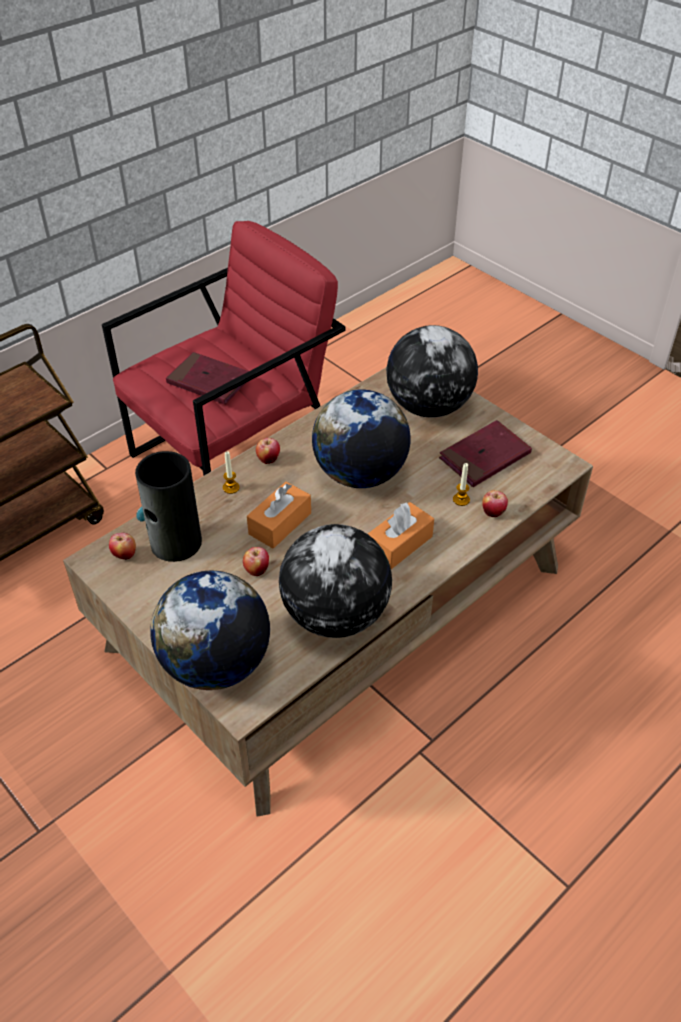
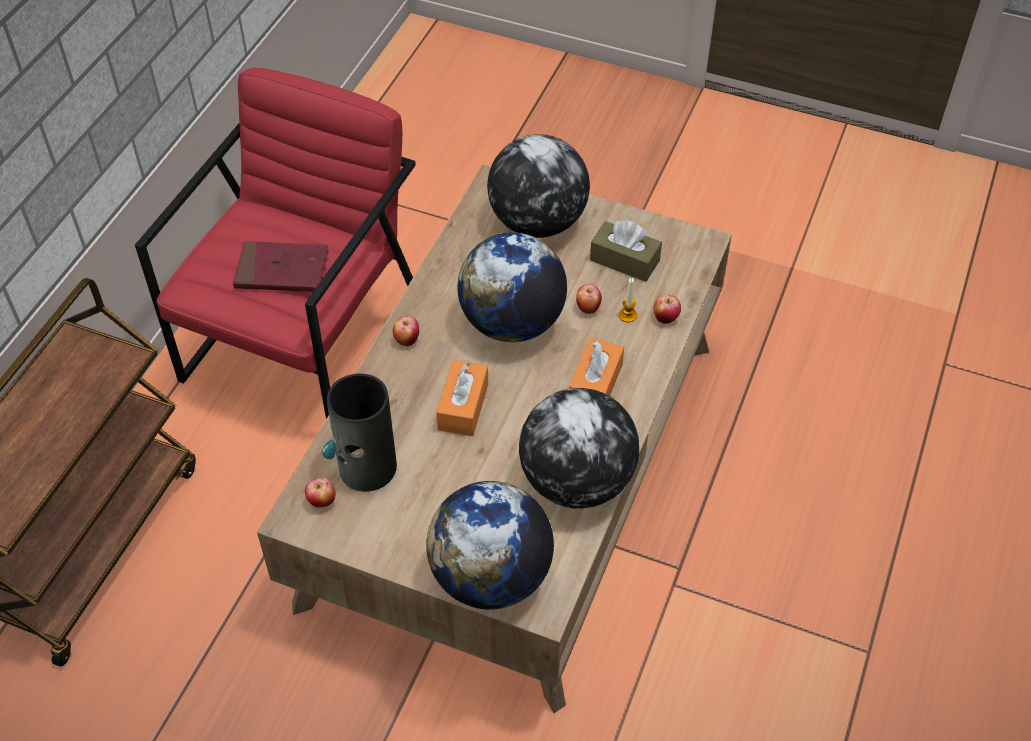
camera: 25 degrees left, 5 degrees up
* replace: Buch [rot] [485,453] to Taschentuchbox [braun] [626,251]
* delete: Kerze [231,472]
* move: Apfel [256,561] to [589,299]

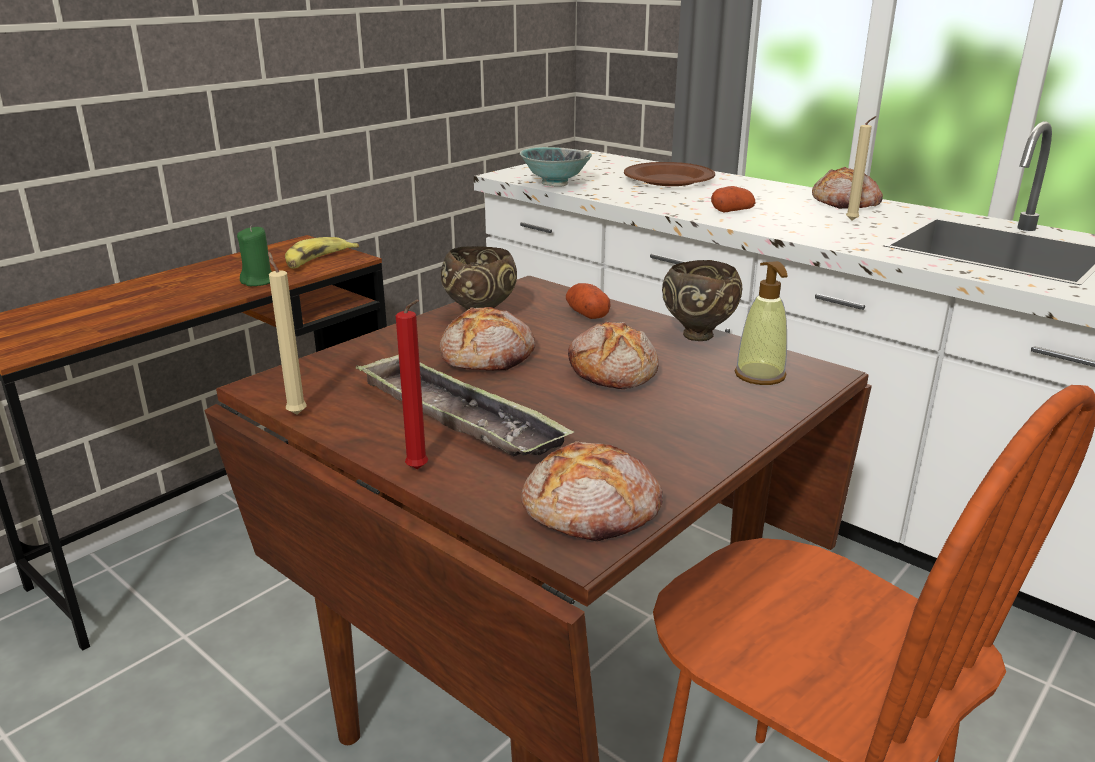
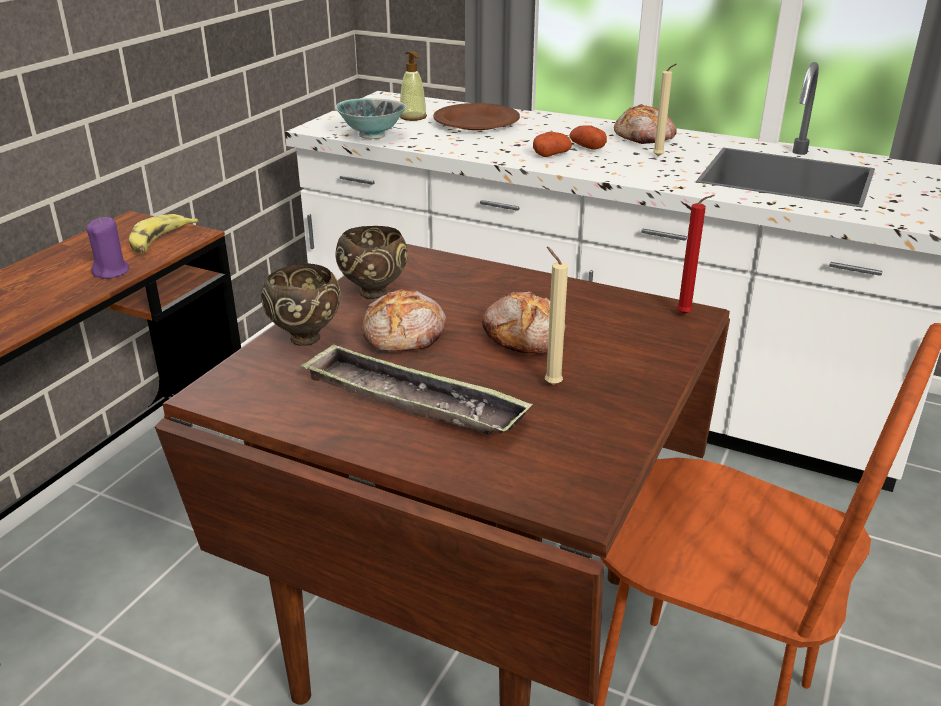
camera: 15 degrees left, 5 degrees up
* recolor: Kerze [grün] [254,256] to Kerze [lila] [108,248]
* move: Kerze [beige] [287,333] to [556,315]
* move: Schüssel [braun] [702,300] to [301,304]
* move: Seifenspender [761,323] to [413,86]
* move: Kartoffel [588,301] to [588,137]
* move: Kerze [rot] [412,384] to [696,254]
* delete: Brot [592,491]

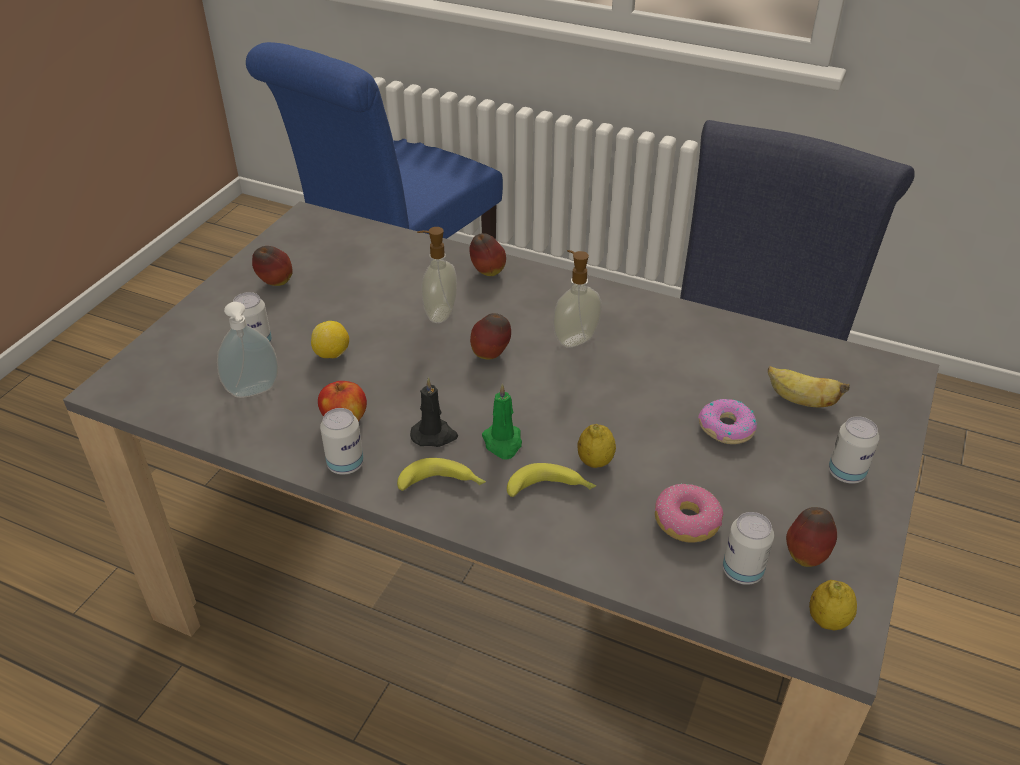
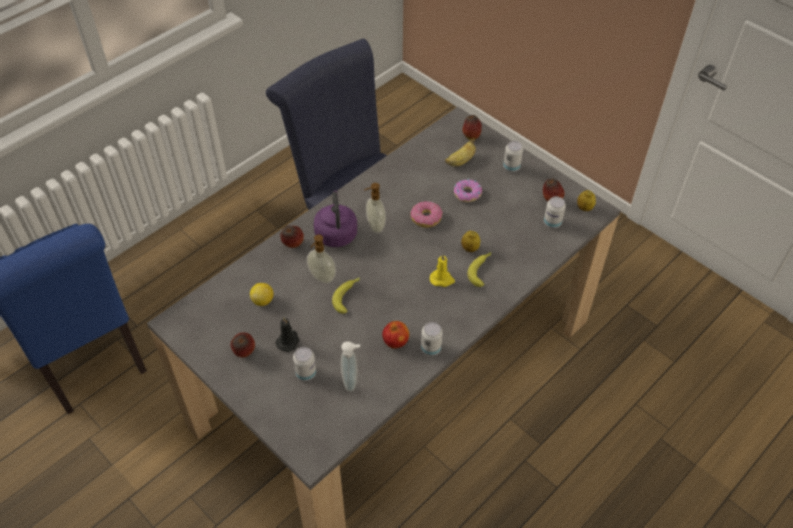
camera: 70 degrees left, 10 degrees up
* move: Apfel [490,336] to [472,127]
* move: Zitrone [330,339] to [262,294]
* move: Kerze [schwarz] [434,412] to [288,335]
* recolor: Kerze [grün] [502,421] to Kerze [gelb] [442,270]
* move: Banane [441,474] to [346,295]
* move: Donut [689,513] to [427,214]
* insert: Wasserkessel [lila] [335,218]

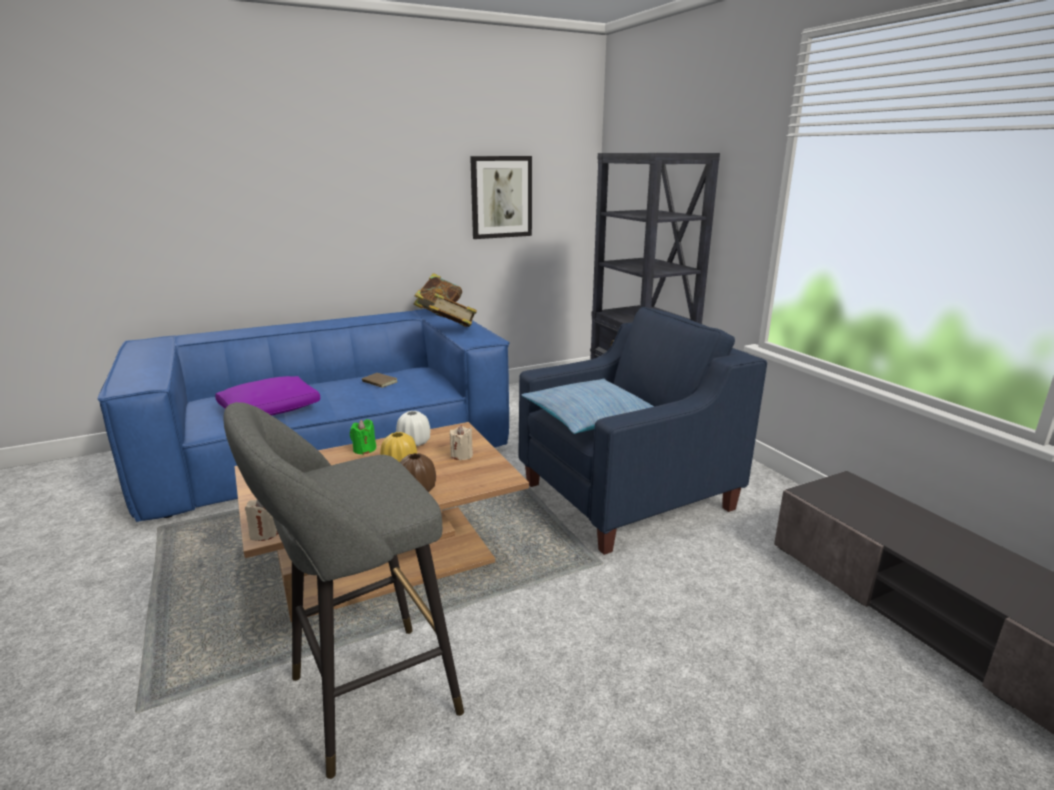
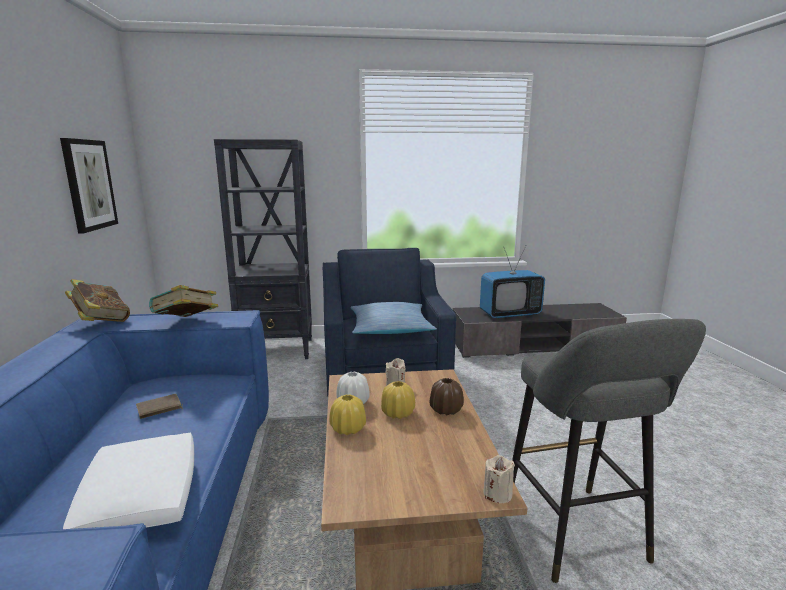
camera: 70 degrees left, 5 degrees down
* recolor: Kissen [lila] [267,396] to Kissen [weiß] [128,481]
* replace: Kerze [grün] [363,437] to Vase [gelb] [347,414]
* insert: Fernseher [512,282]

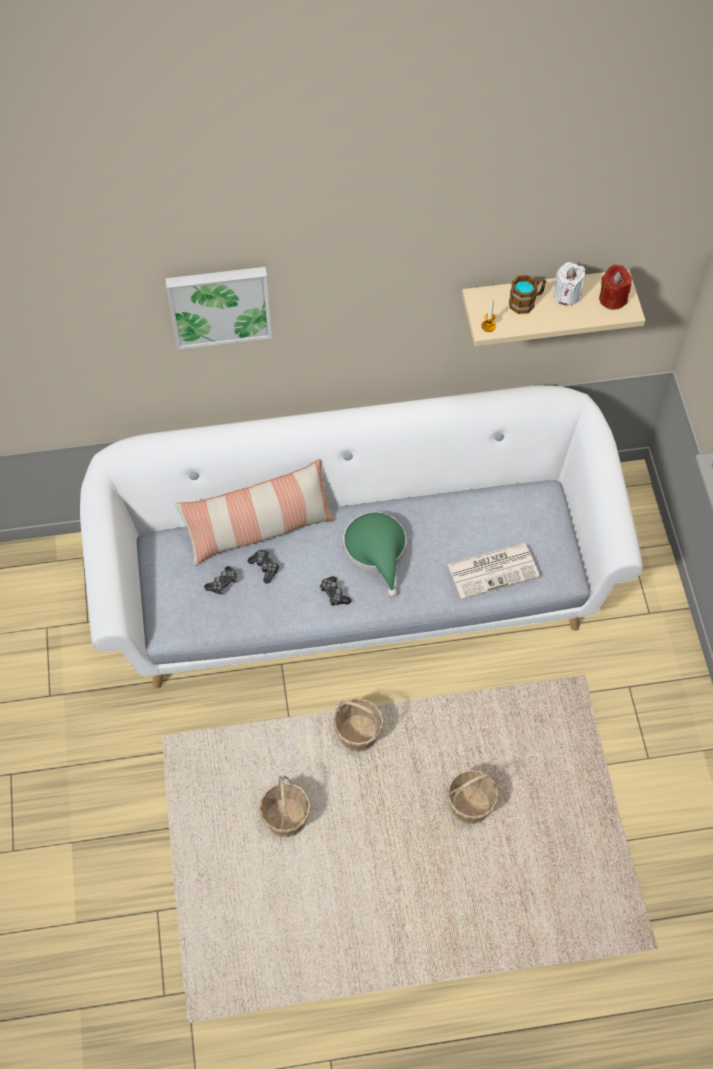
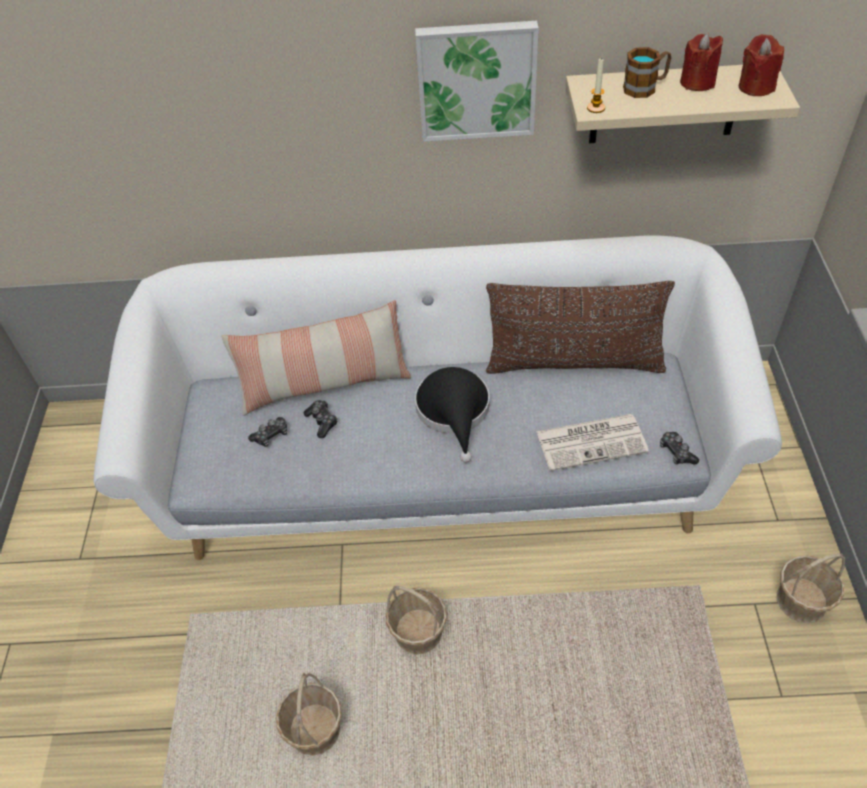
camera: 10 degrees right, 10 degrees down
* recolor: Kerze [weiß] [569,283] to Kerze [rot] [701,62]
* move: Bild [219,308] to [477,81]
* recolor: Hut [grün] [374,554] to Hut [schwarz] [452,415]
* move: Gamepad [335,591] to [679,448]
* move: Korb [472,797] to [811,588]
* insert: Kissen [braun] [580,327]

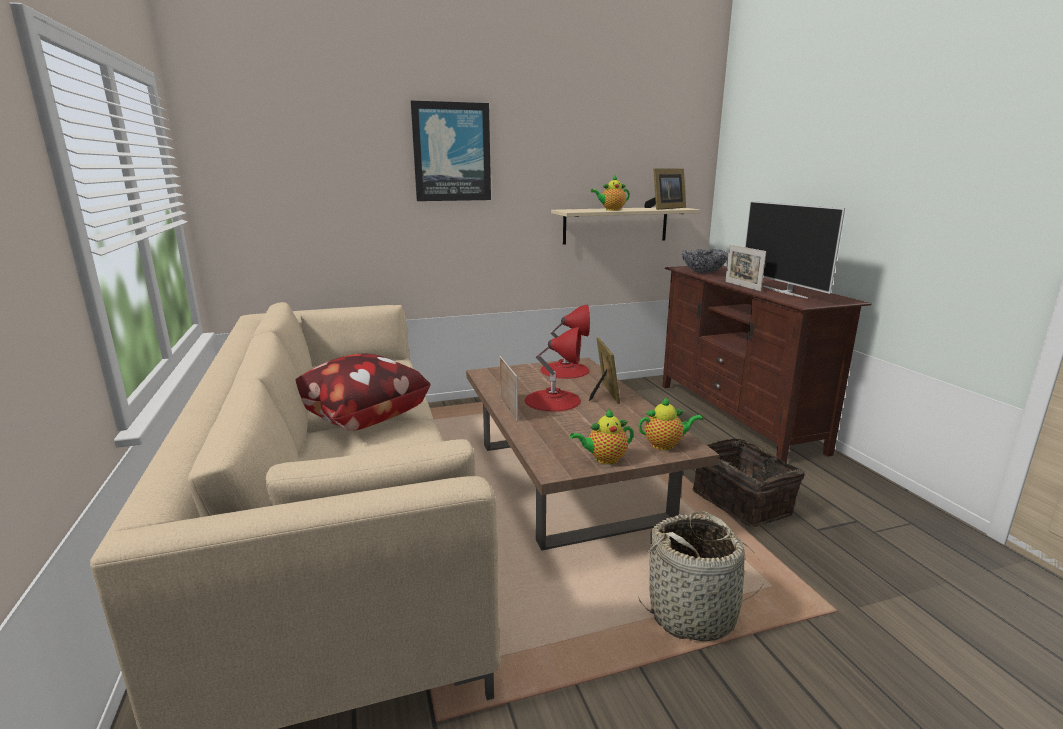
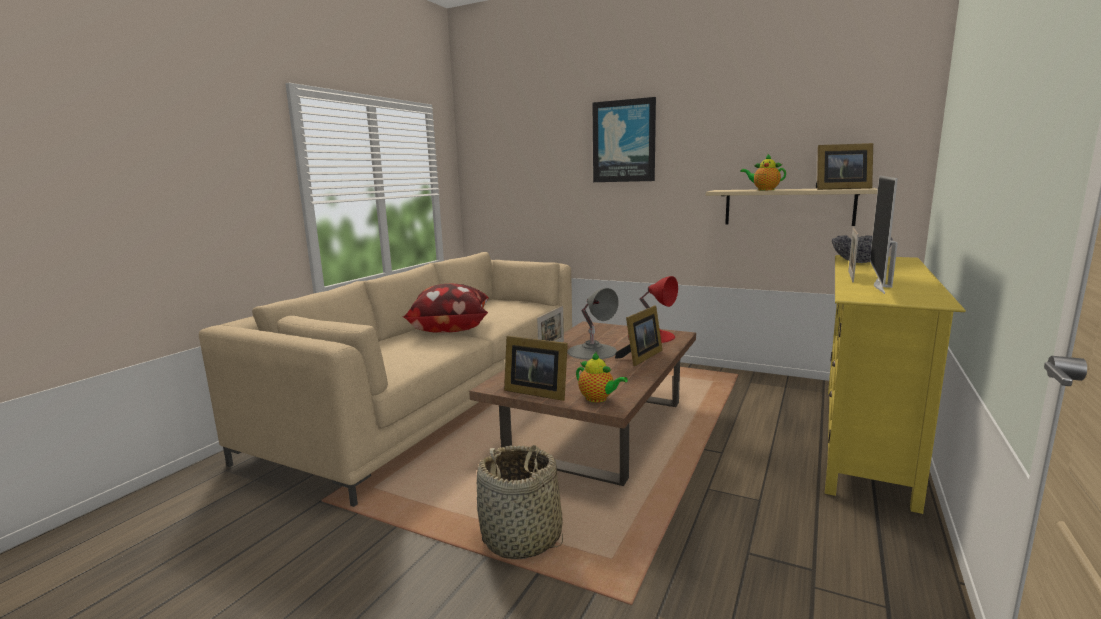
camera: 45 degrees right, 5 degrees down
* recolor: Fernsehschrank [braun] [767,364] to Fernsehschrank [gelb] [895,384]
* recolor: Tischlampe [rot] [553,369] to Tischlampe [grau] [593,324]
* replace: Teekanne [602,436] to Bilderrahmen [536,368]
* delete: Korb [748,482]

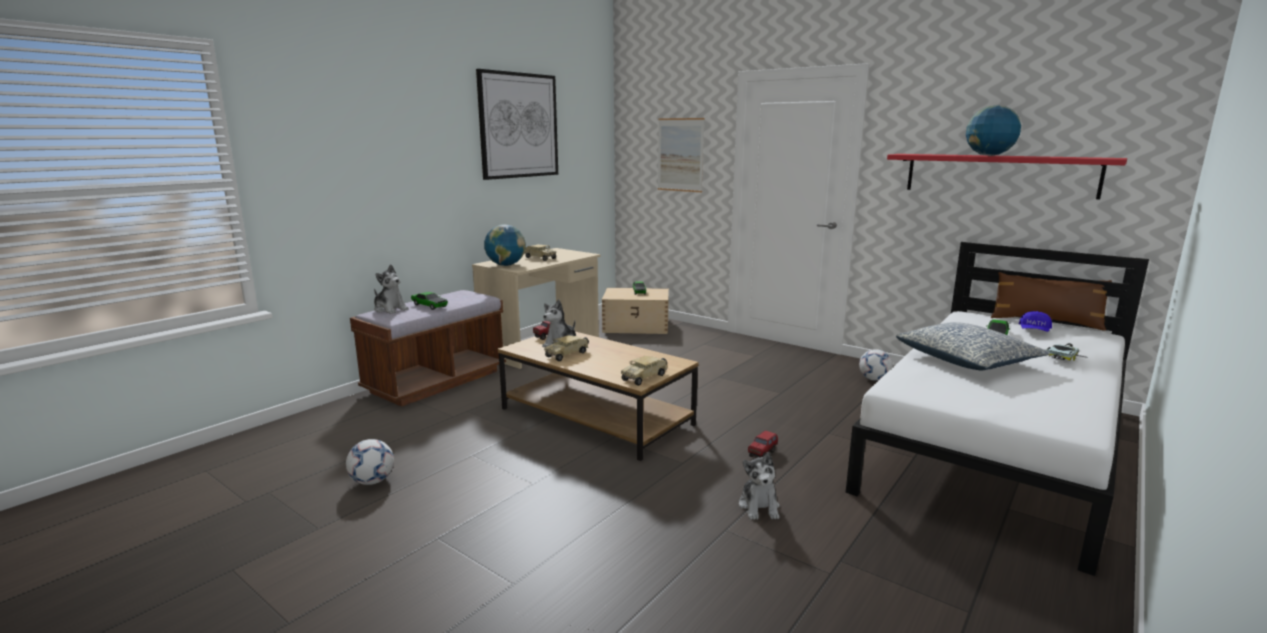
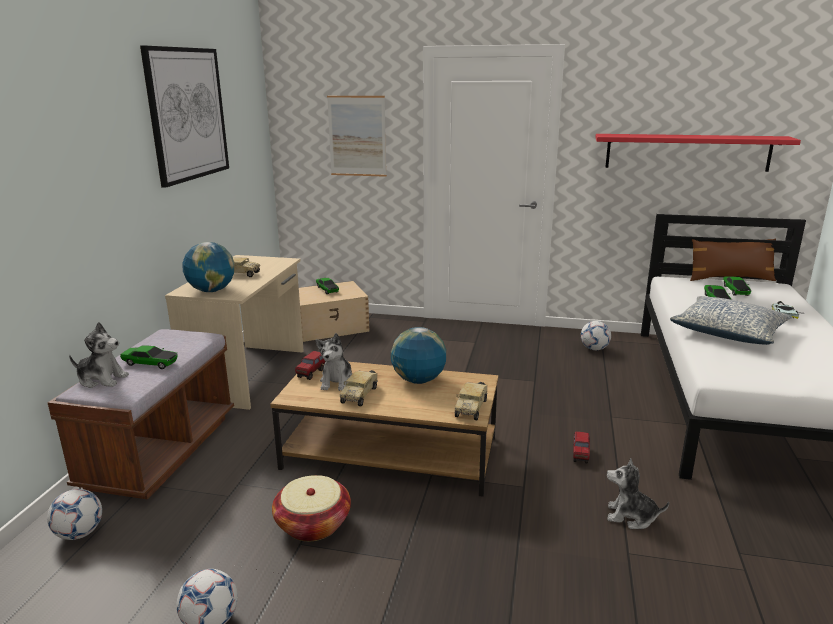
camera: 25 degrees left, 5 degrees up
* move: Globus [993,130] to [418,355]
* replace: Kappe [blau] [1035,321] to Spielzeugauto [737,286]
* rotate: Plüschtier [759,486] = [638,493] 135 degrees clockwise
* insert: Korb [311,508]
* insert: Fußball [74,514]

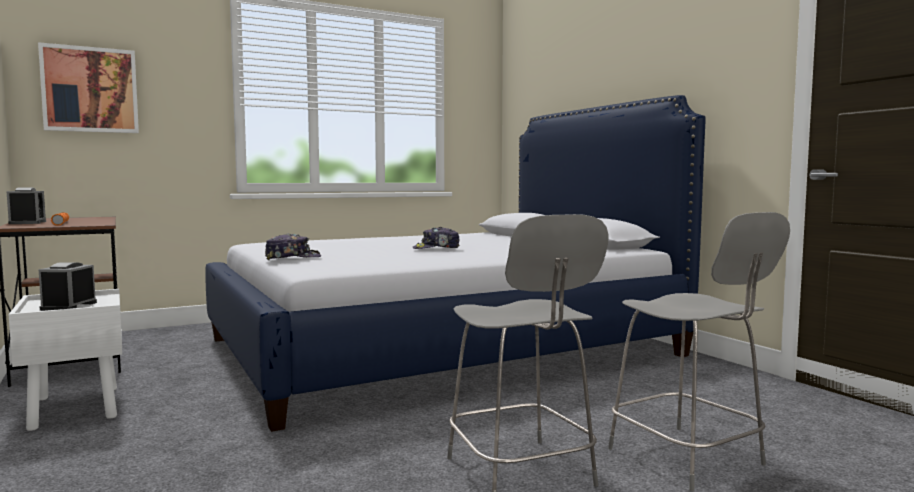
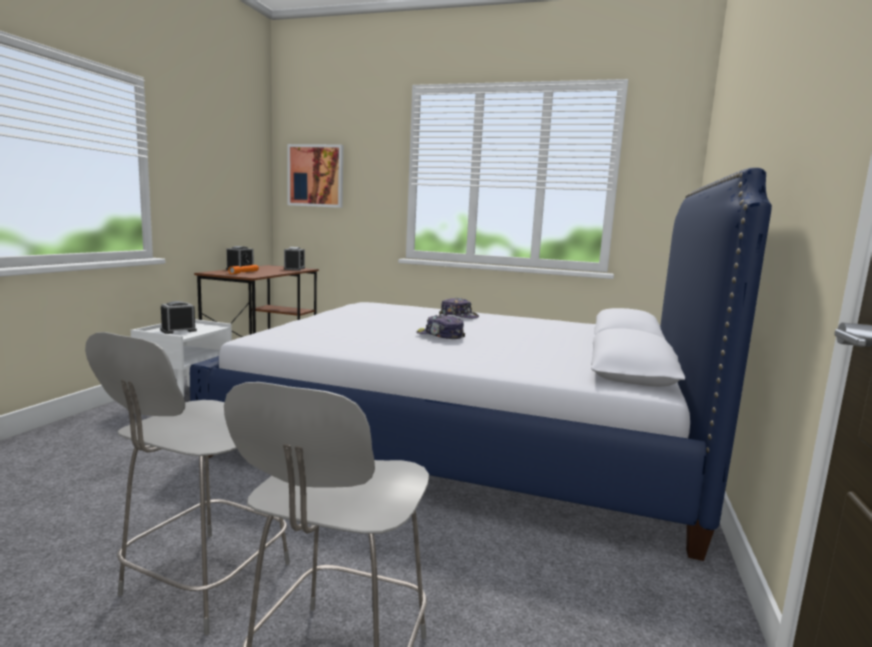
camera: 45 degrees right, 5 degrees up
* move: Kappe [293,246] to [459,308]
* insert: Wecker [294,258]

